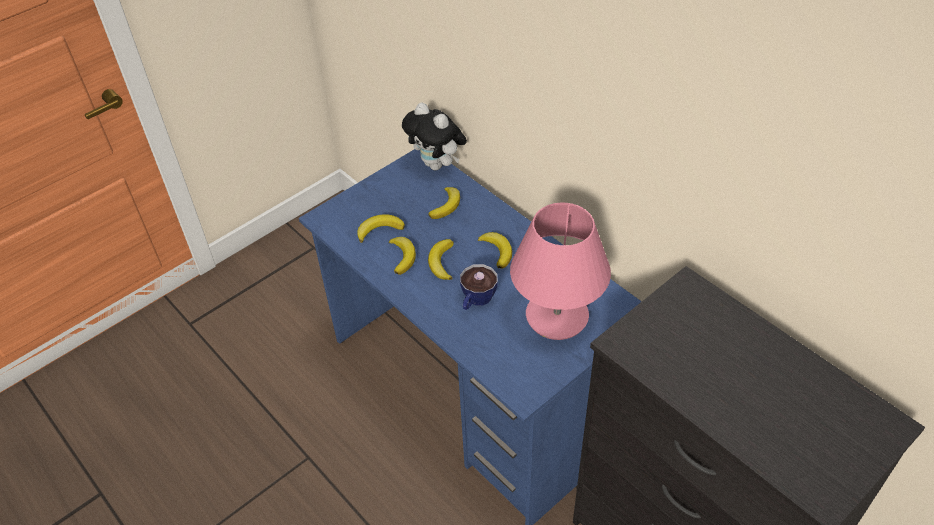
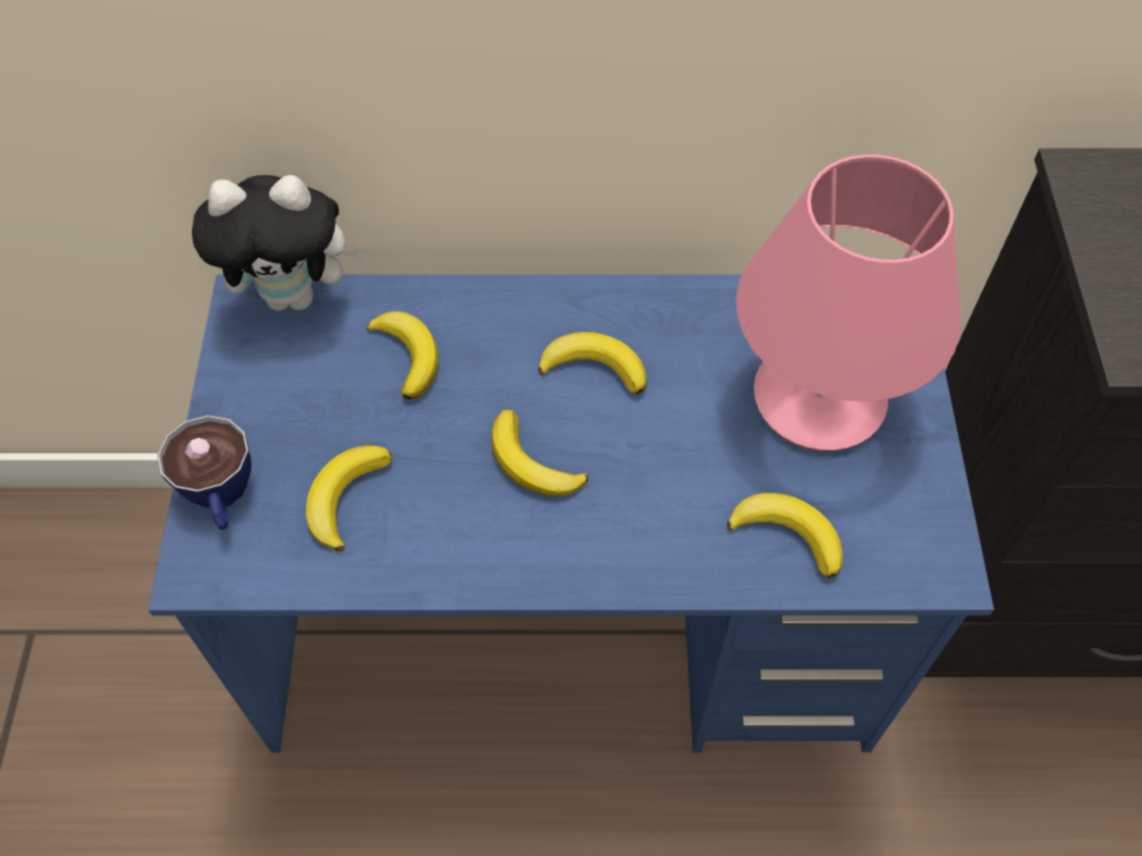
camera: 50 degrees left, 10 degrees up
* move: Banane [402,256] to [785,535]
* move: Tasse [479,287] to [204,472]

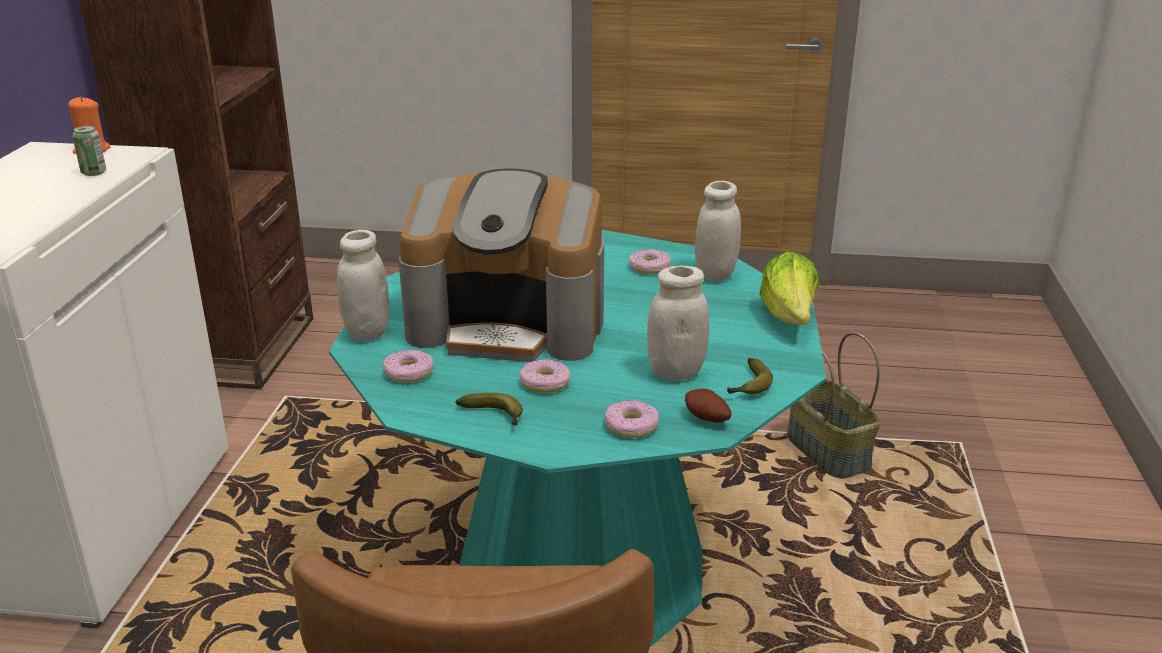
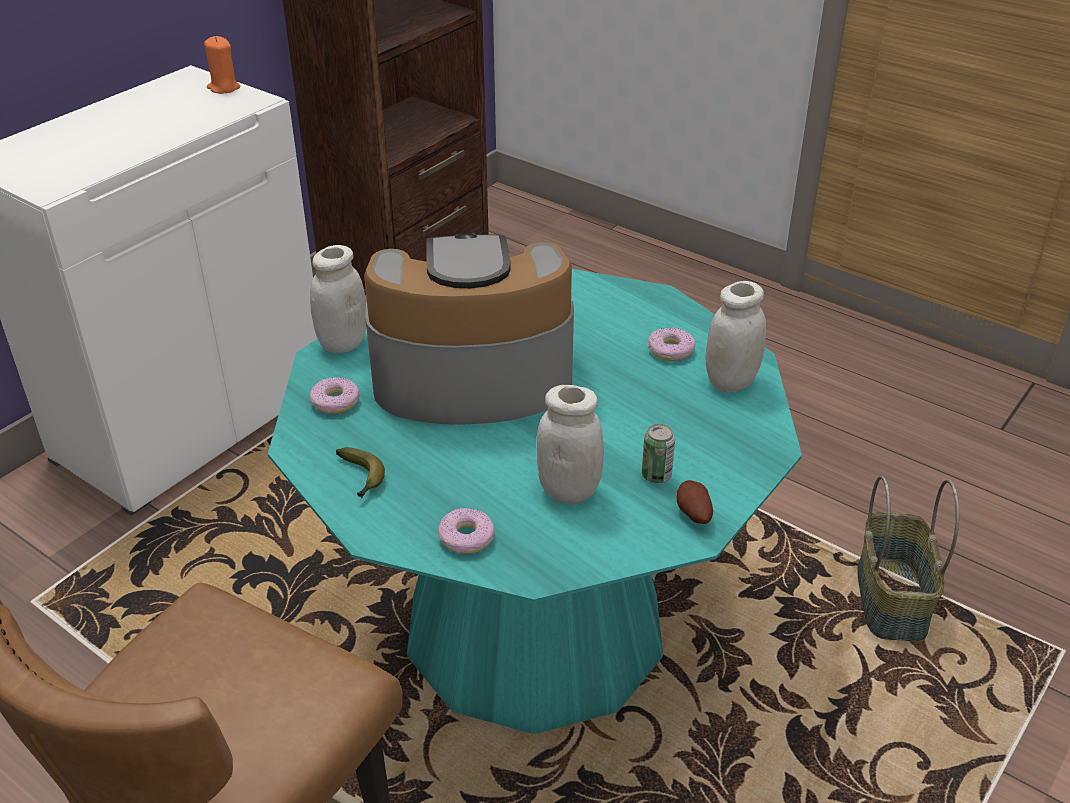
camera: 30 degrees right, 10 degrees up
* move: Dose [89,151] to [658,453]
* rotate: Kaffeemaschine [501,265] = [469,329] 135 degrees clockwise
* delete: Salatkopf [789,288]
* delete: Banane [750,376]
* delete: Donut [545,376]
* move: Kartoffel [708,406] to [695,502]

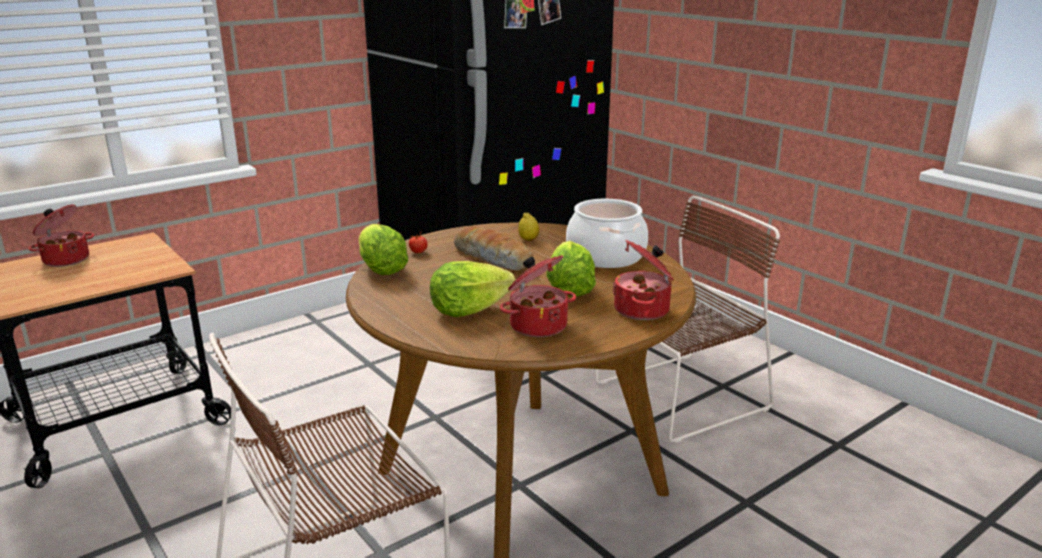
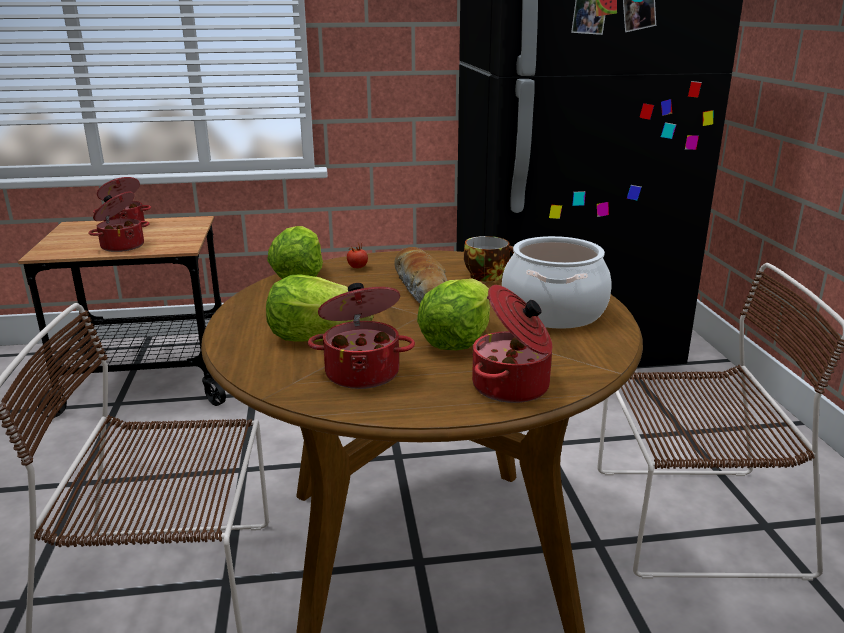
camera: 30 degrees right, 0 degrees up
* replace: Zitrone [528,226] to Tasse [489,259]
* insert: Kochtopf [118,221]

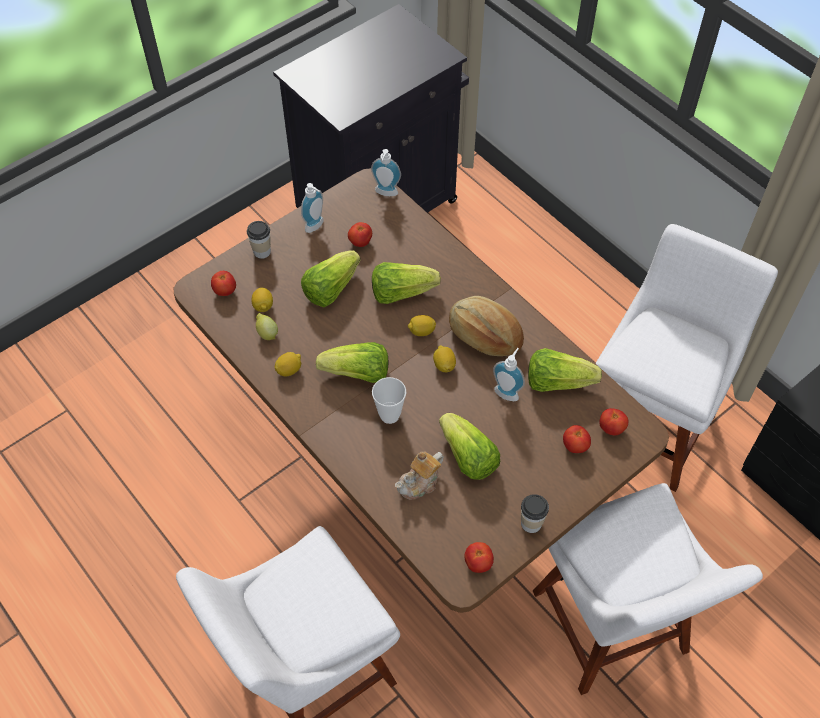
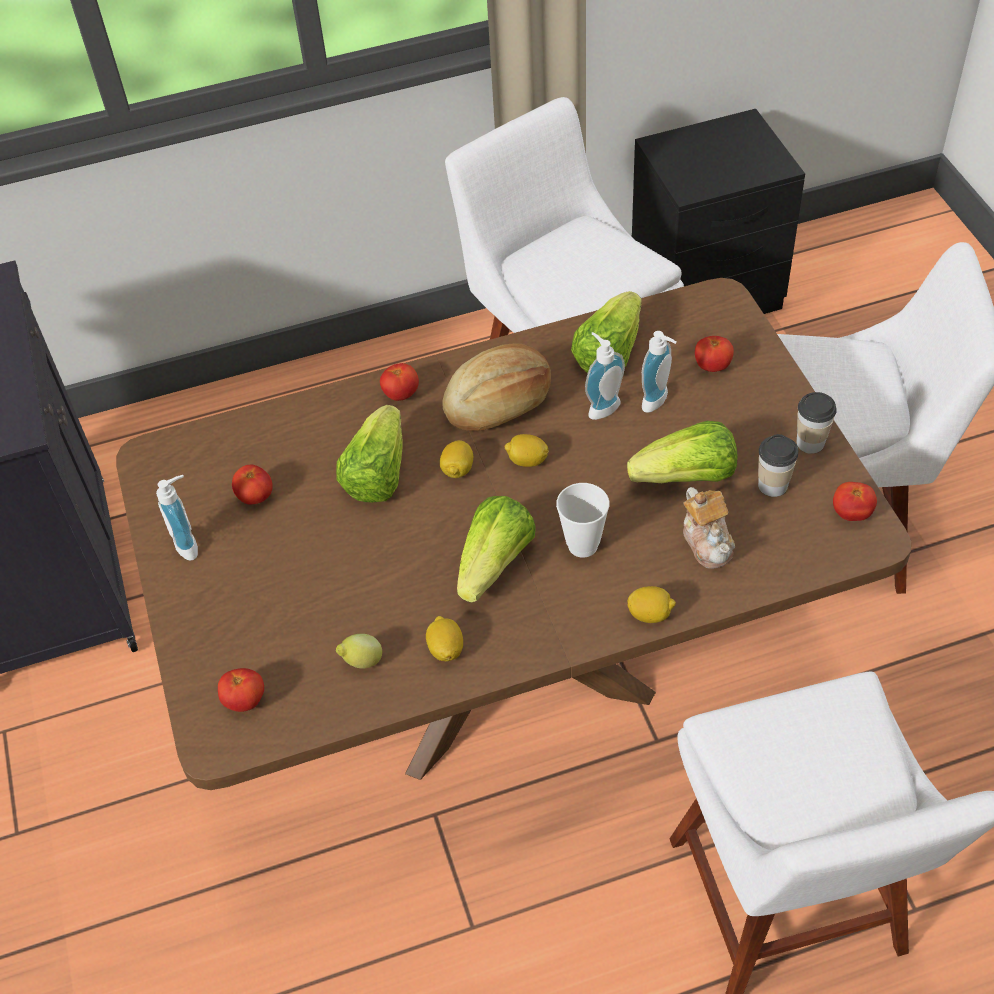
camera: 65 degrees left, 5 degrees down
* move: Seifenspender [386,172] to [659,372]
* move: Tasse [259,240] to [778,465]
* delete: Salatkopf [331,279]
* move: Zitrone [262,299] to [651,604]
* move: Tomate [613,422] to [399,382]

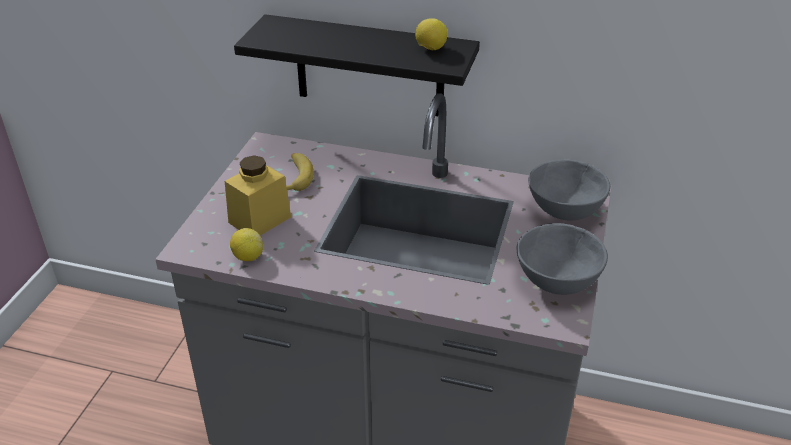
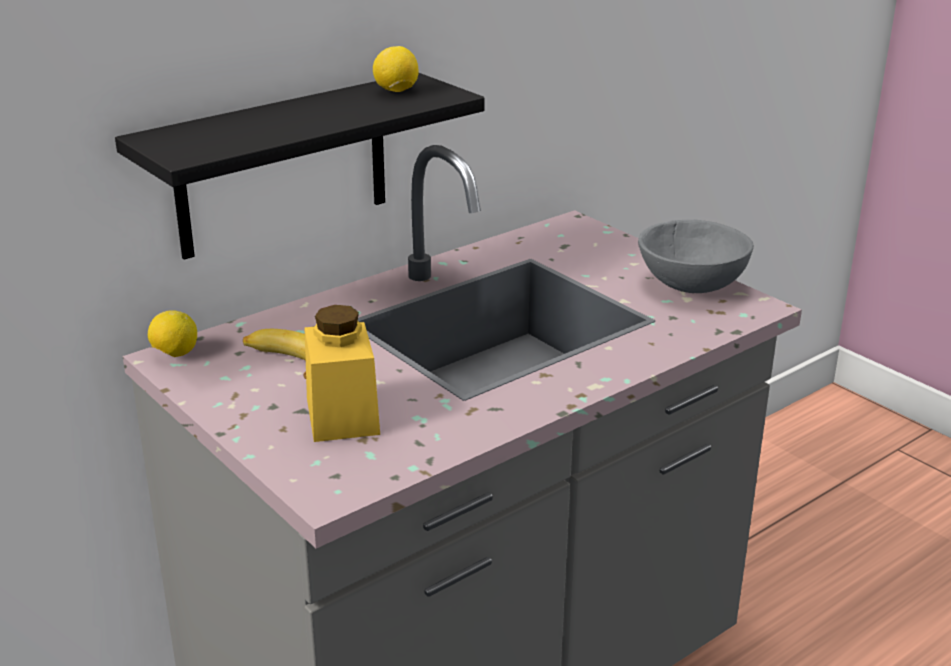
camera: 55 degrees left, 10 degrees down
* delete: Schüssel [grau] [569,189]
* move: Zitrone [246,244] to [172,333]

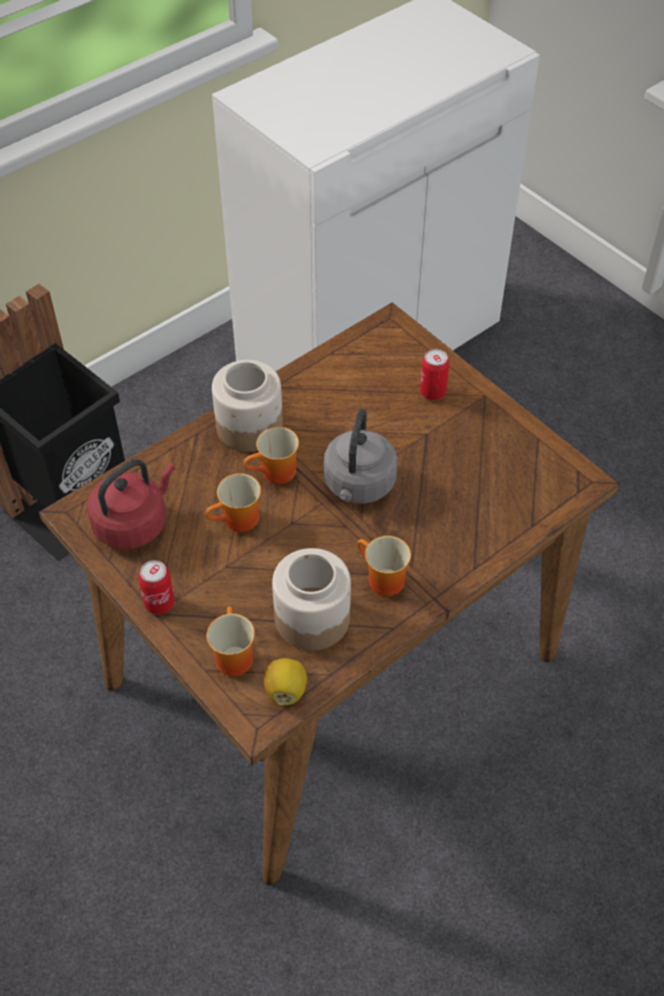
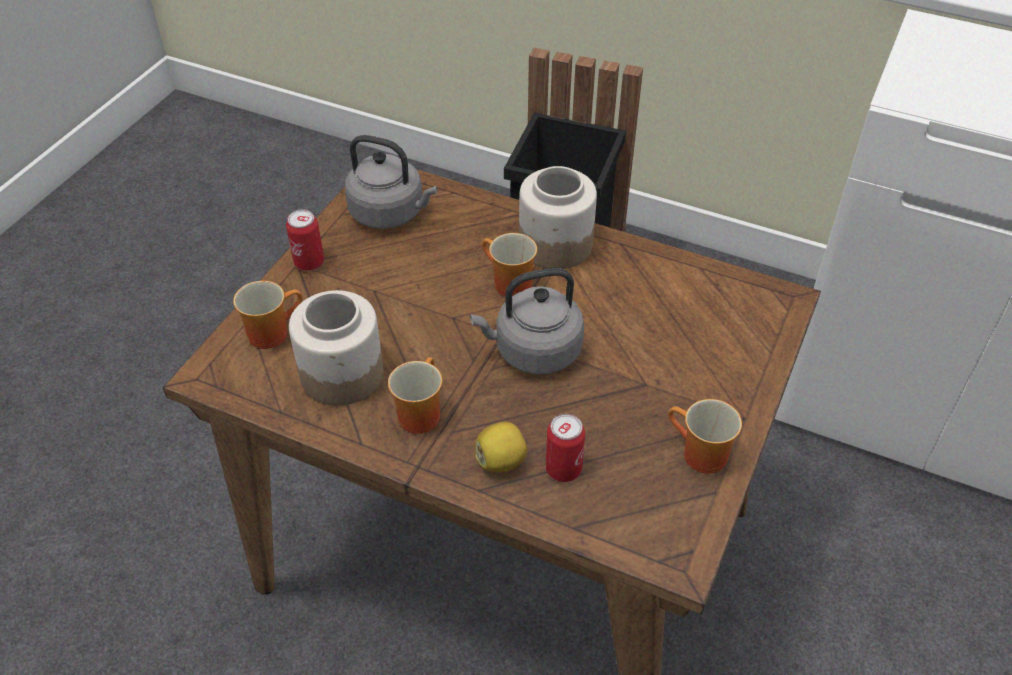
camera: 65 degrees right, 5 degrees down
* move: Dose [434,374] to [565,448]
* recolor: Wasserkessel [rot] [131,504] to Wasserkessel [grau] [391,182]
* move: Henkelbecher [233,502] to [705,436]
* move: Zitrone [285,681] to [501,447]

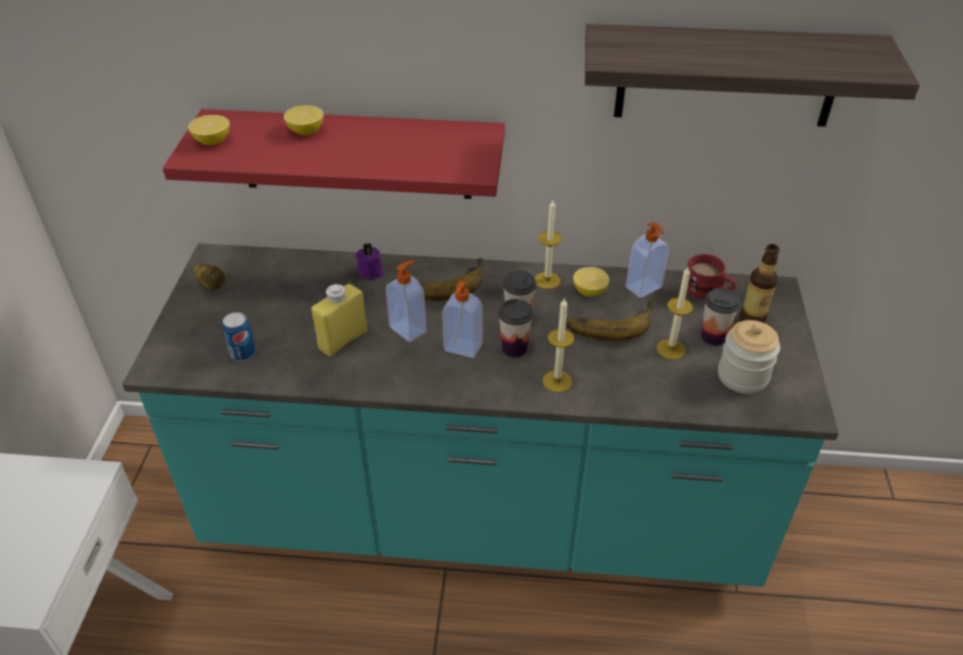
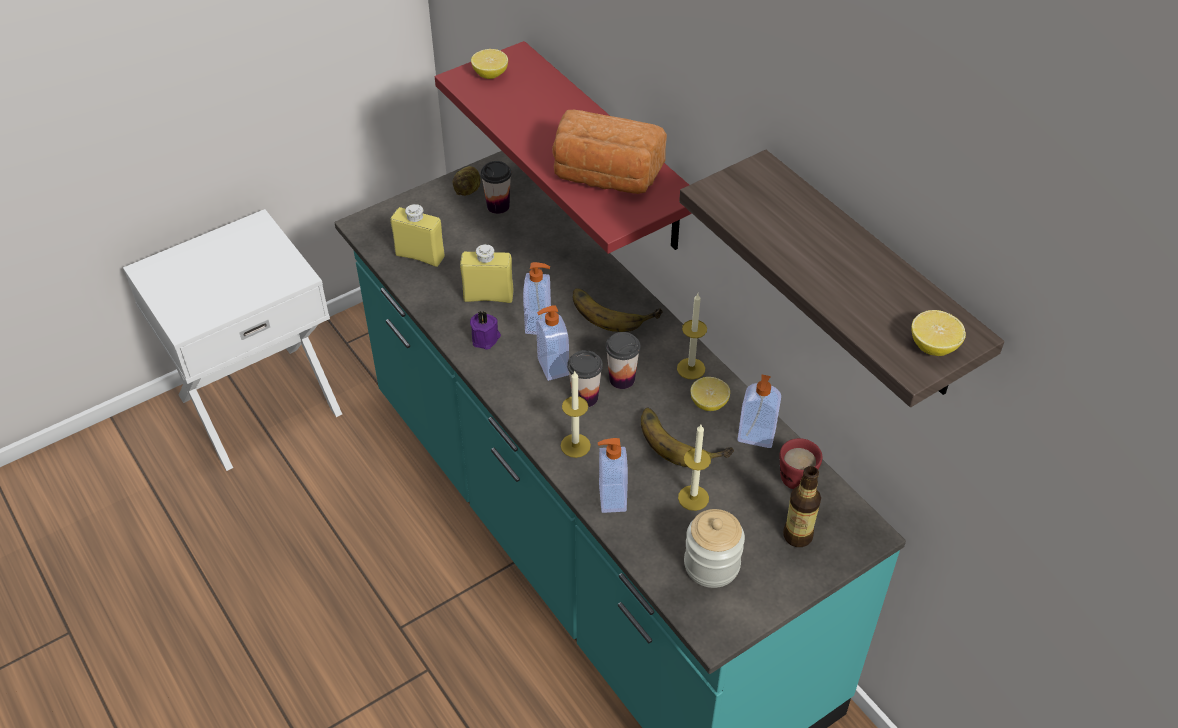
camera: 50 degrees right, 5 degrees up
* move: Zitrone [304,120] to [938,333]
* move: Kerze [lila] [369,261] to [485,330]
* move: Tasse [720,317] to [496,187]
* replace: Dose [239,336] to Flasche [gelb] [417,235]
* insert: Brot [609,152]
* insert: Seifenspender [613,475]

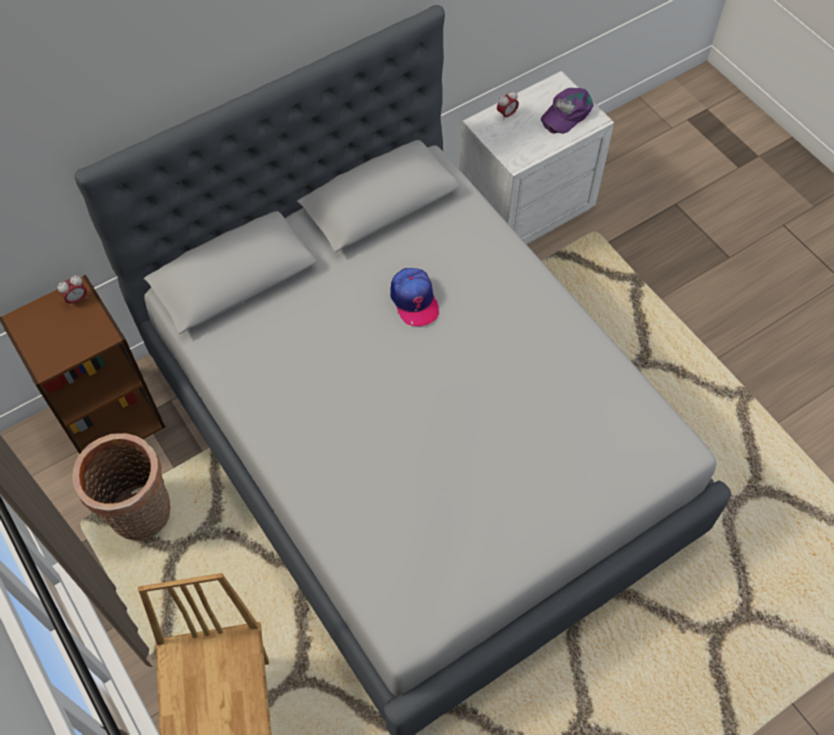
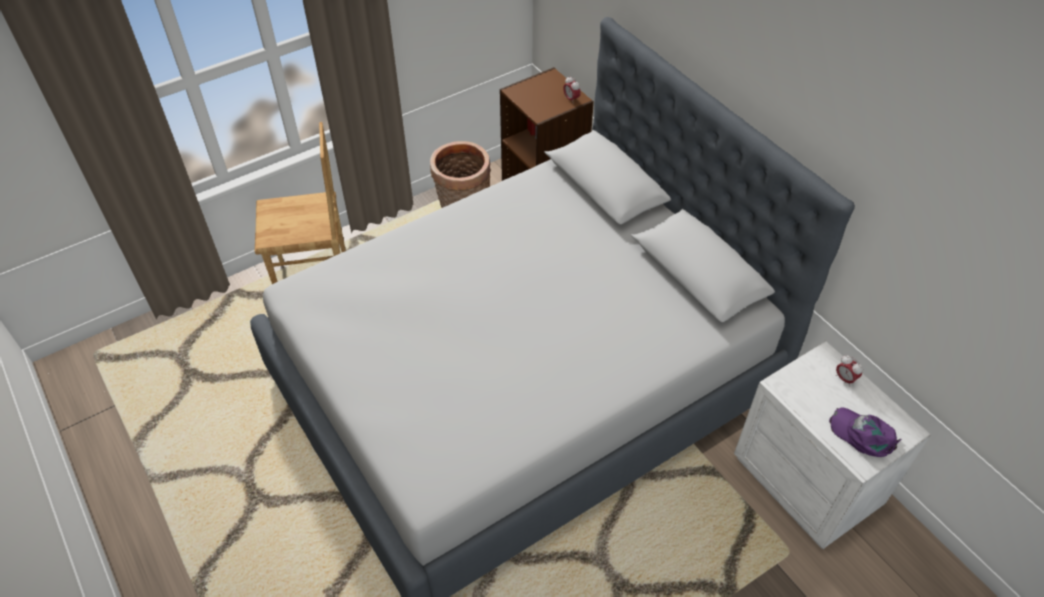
camera: 90 degrees right, 10 degrees down
* delete: Kappe [414,297]

